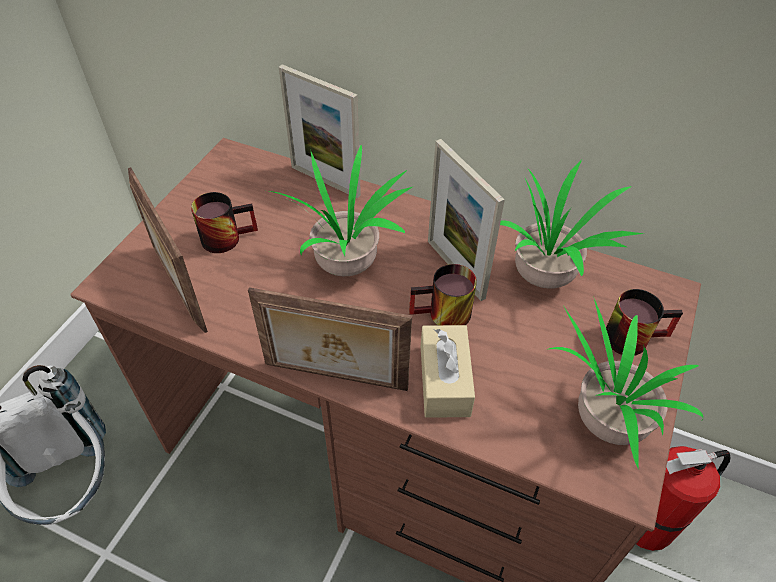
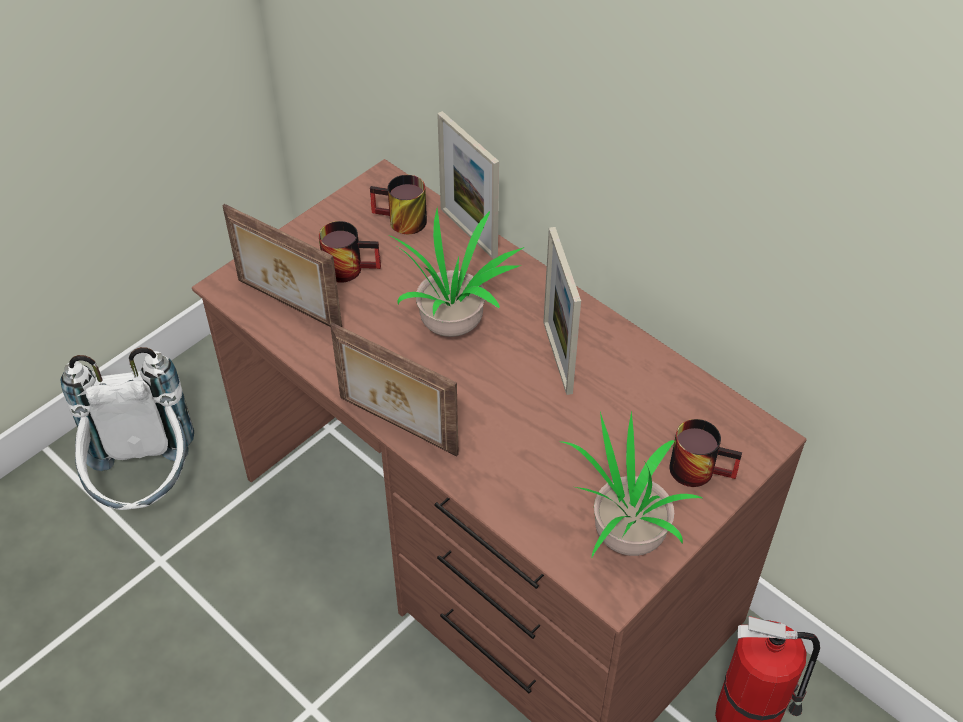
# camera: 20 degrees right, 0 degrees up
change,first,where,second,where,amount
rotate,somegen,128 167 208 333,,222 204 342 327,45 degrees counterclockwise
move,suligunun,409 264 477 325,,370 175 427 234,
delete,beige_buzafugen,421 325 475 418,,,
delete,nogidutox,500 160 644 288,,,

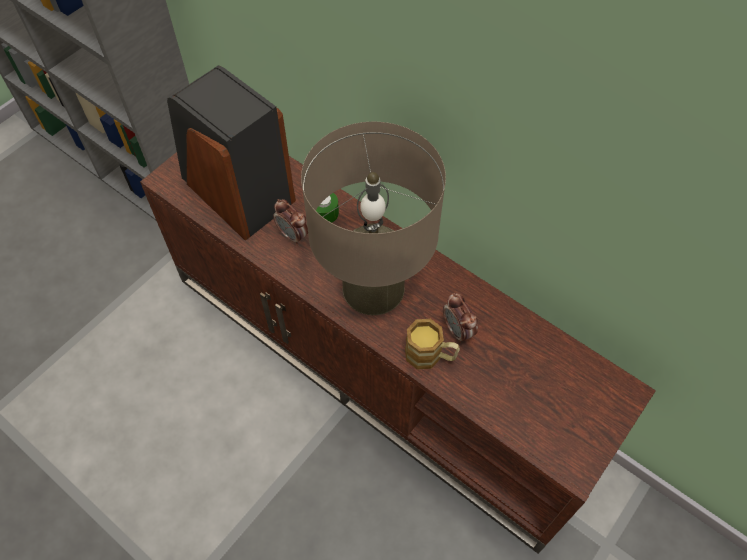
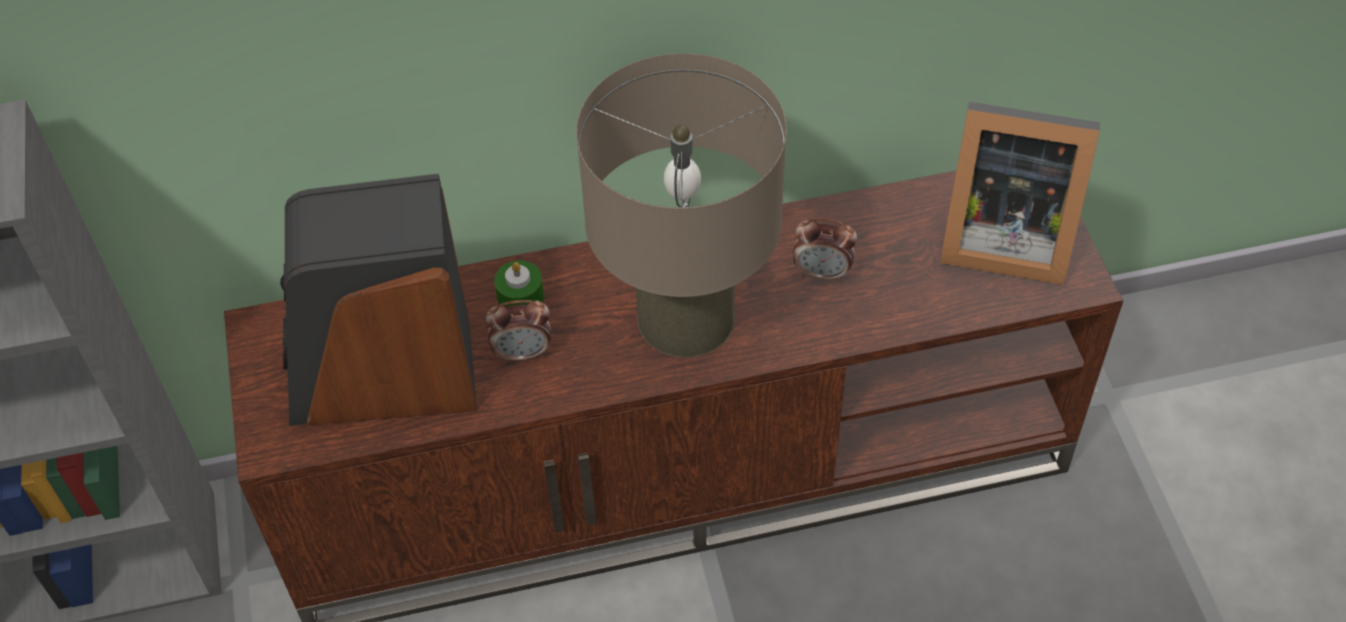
# camera: 50 degrees left, 5 degrees down
change,first,where,second,where,amount
insert,,,somegen,940 102 1100 285,
delete,suligunun,405 319 460 370,,,

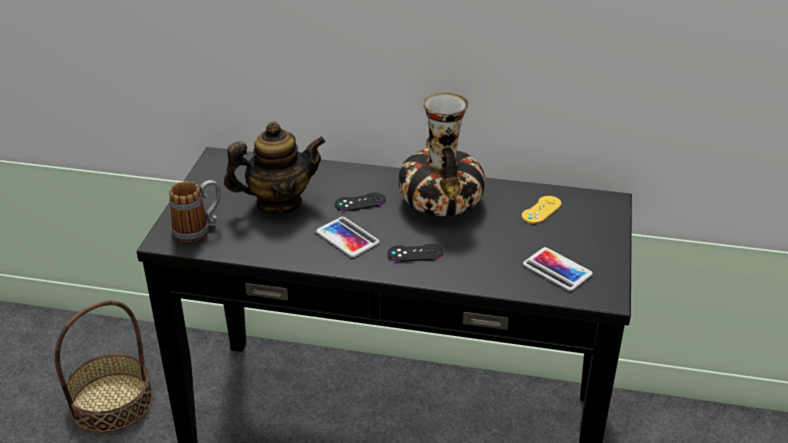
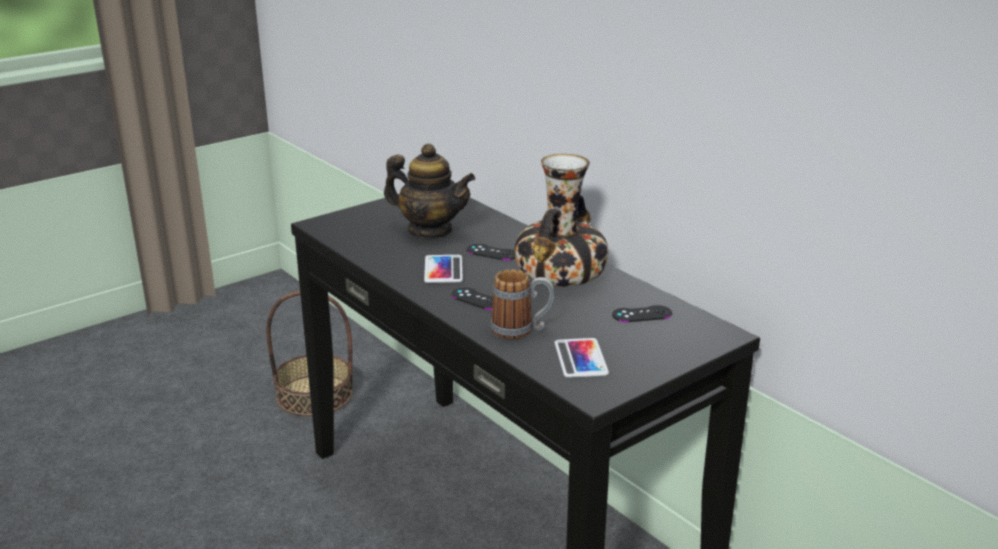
# camera: 40 degrees right, 10 degrees down
change,first,where,second,where,amount
move,suligunun,169 180 221 242,,491 269 554 339,
recolor,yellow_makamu,522 196 562 224,black_makamu,612 305 672 322,

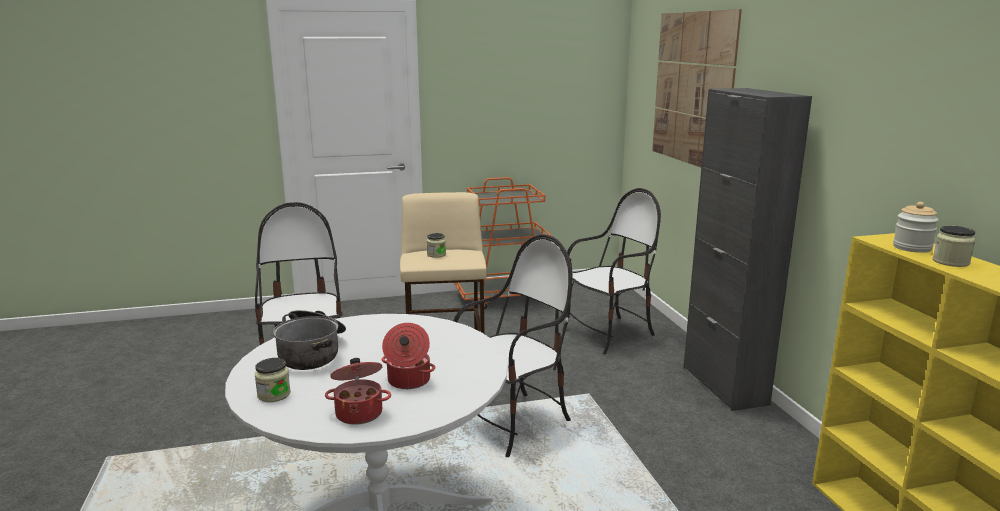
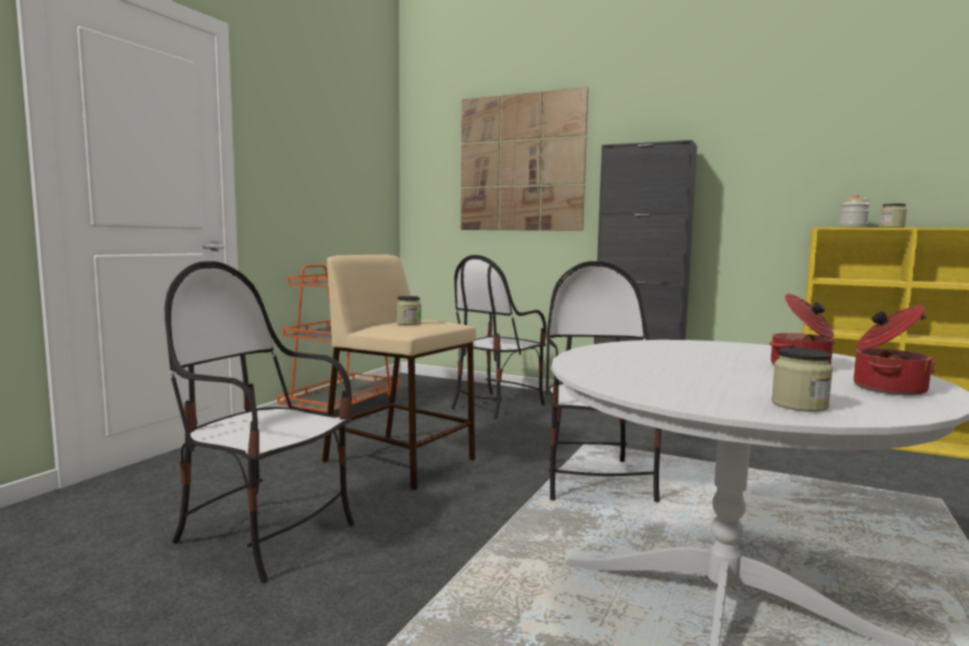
# camera: 50 degrees left, 10 degrees down
change,first,where,second,where,amount
rotate,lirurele,562 188 661 354,,451 255 547 419,150 degrees counterclockwise
delete,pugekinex,273 310 346 370,,,

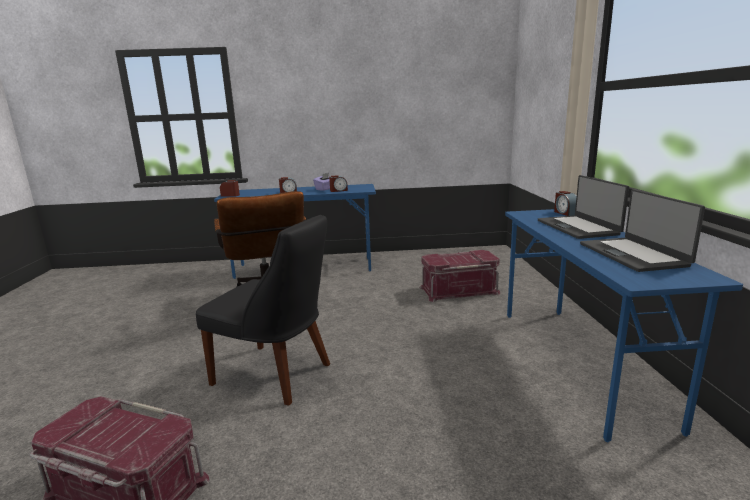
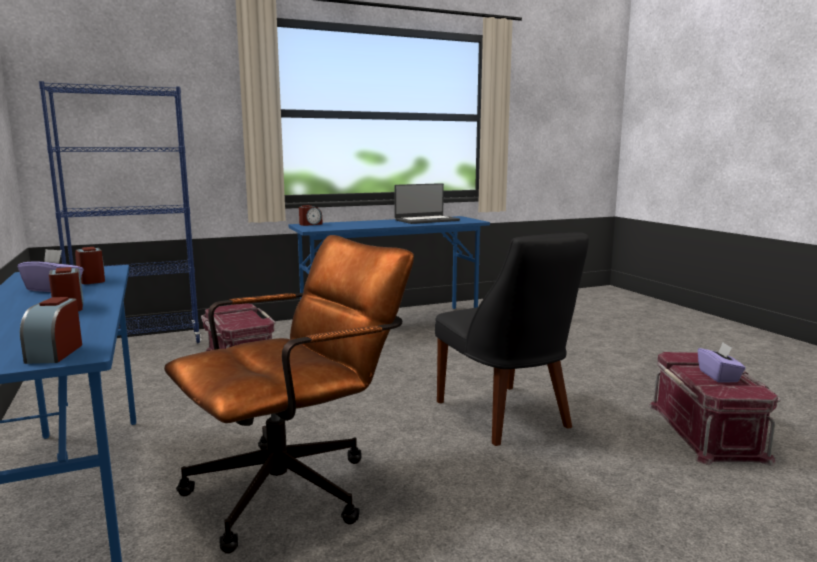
# camera: 110 degrees left, 5 degrees down
change,first,where,second,where,amount
insert,,,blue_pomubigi,39 81 201 343,
rotate,black_lirurele,196 215 330 406,,435 233 589 446,150 degrees clockwise
insert,,,purple_buzafugen,698 343 746 383,
delete,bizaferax,538 175 629 239,,,

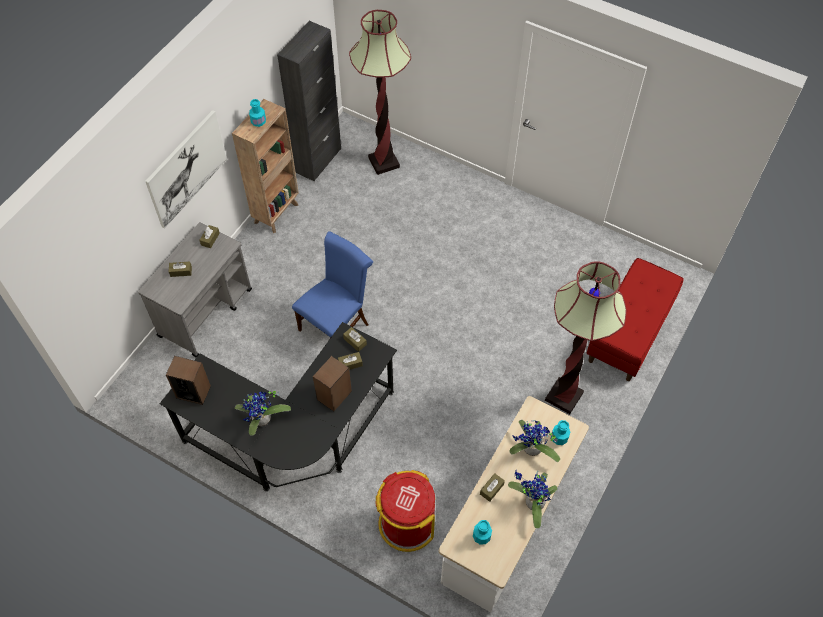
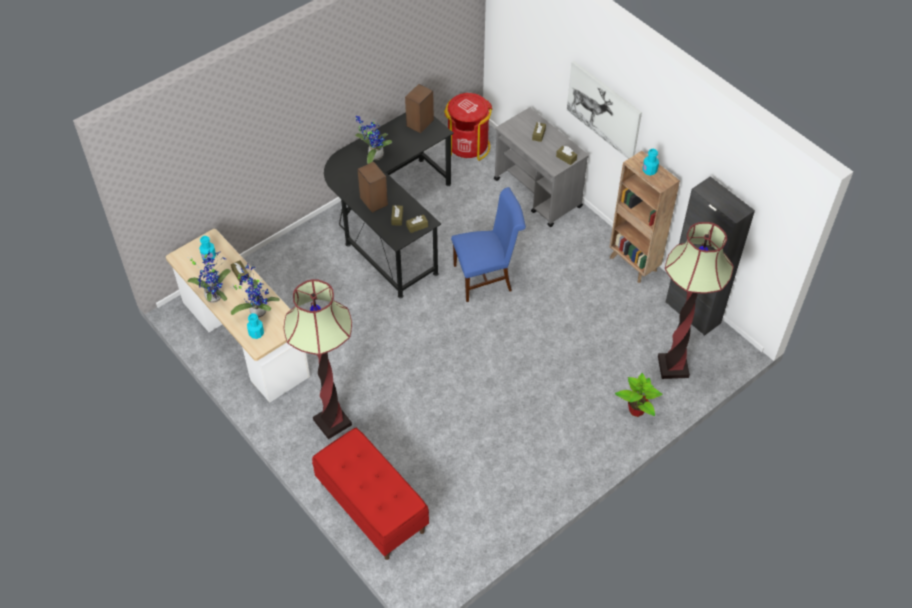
# camera: 110 degrees right, 5 degrees down
change,first,where,second,where,amount
move,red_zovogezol,375 470 435 552,,444 93 493 161,
rotate,blue_lirurele,292 231 373 338,,451 187 526 302,75 degrees counterclockwise
insert,,,nogidutox,615 373 663 417,

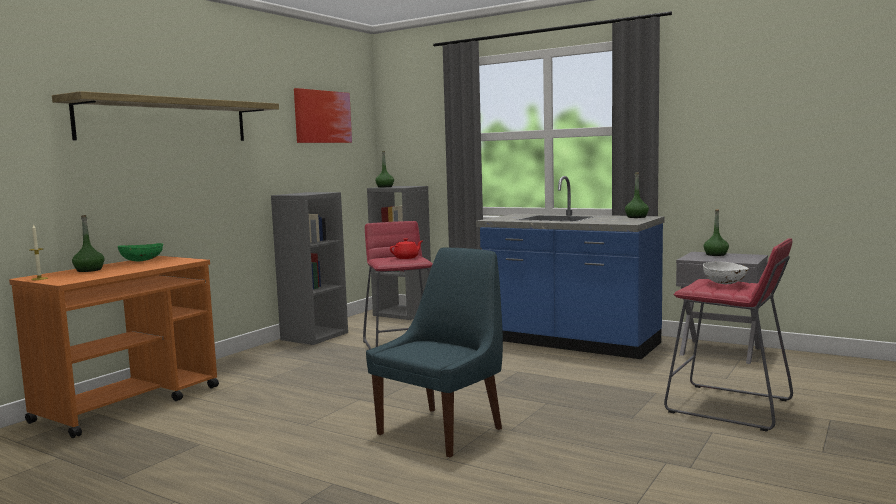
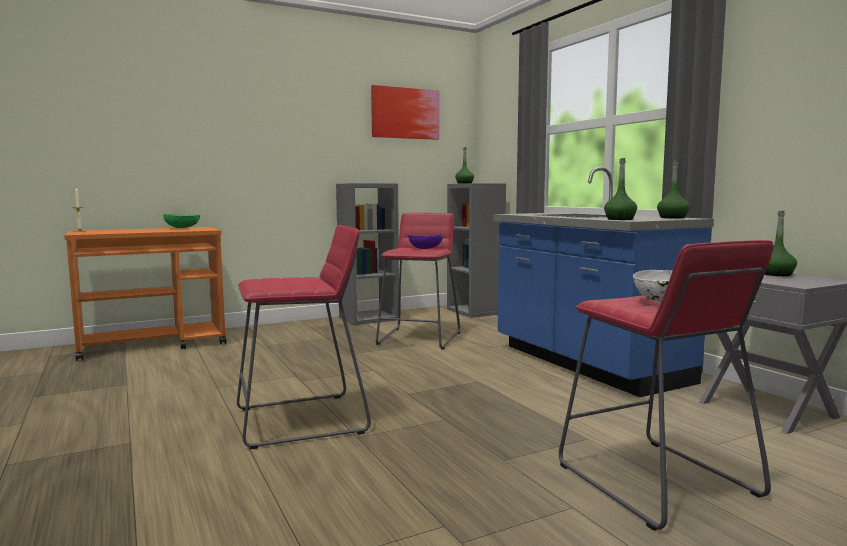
# camera: 30 degrees right, 0 degrees up
change,first,where,second,where,amount
replace,blue_lirurele,366 248 503 458,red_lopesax,237 225 371 449,
replace,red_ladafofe,390 238 422 259,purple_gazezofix,408 234 443 249,
move,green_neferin,72 215 105 272,,604 158 637 220,
delete,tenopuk,52 91 279 141,,,

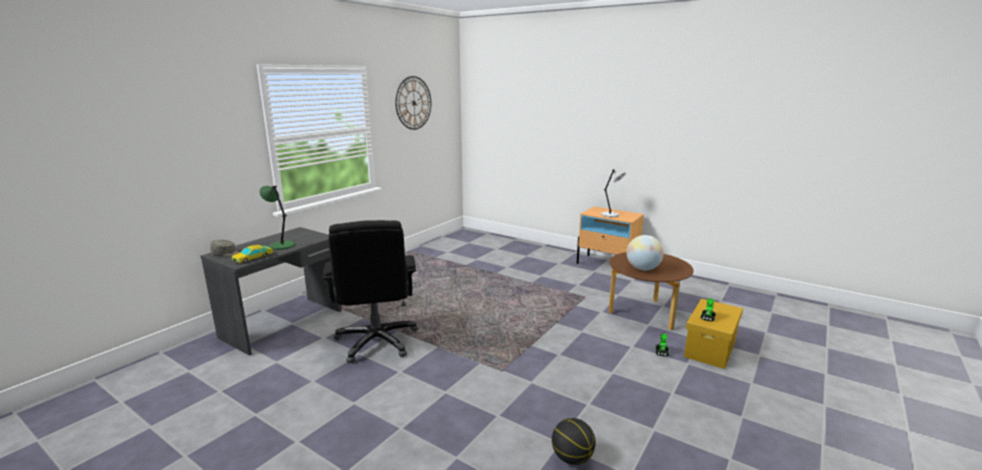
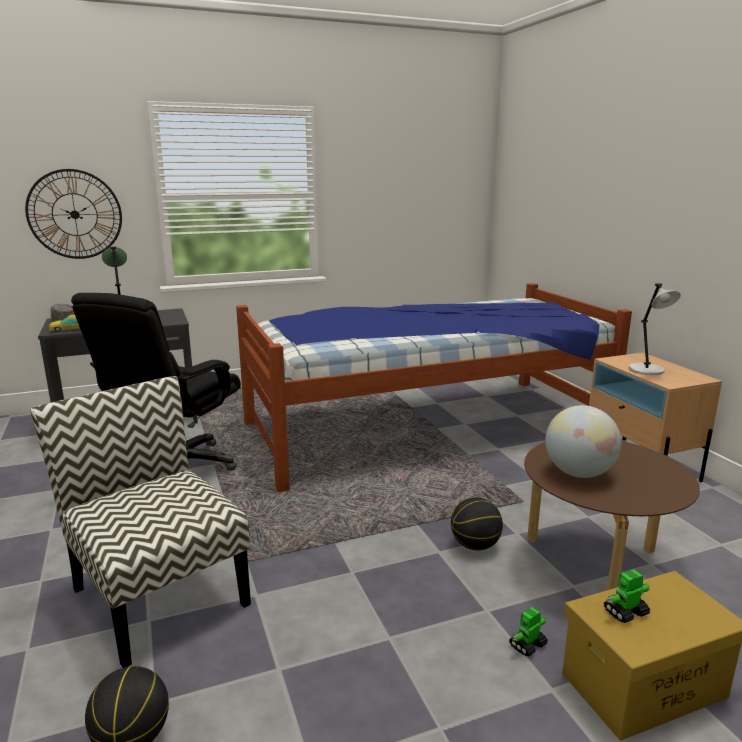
# camera: 35 degrees right, 0 degrees up
change,first,where,second,where,amount
move,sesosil,395 76 431 130,,25 169 122 259,
insert,,,lirurele,30 376 251 668,
insert,,,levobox,236 283 632 492,
insert,,,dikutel,451 498 503 550,

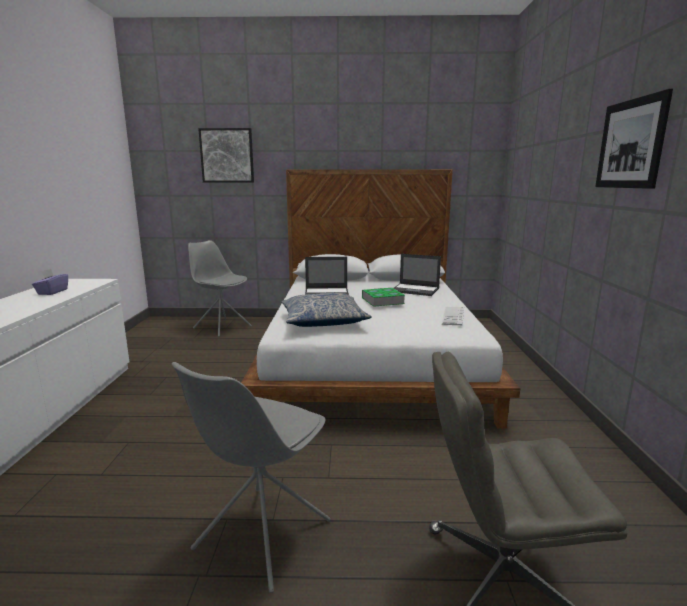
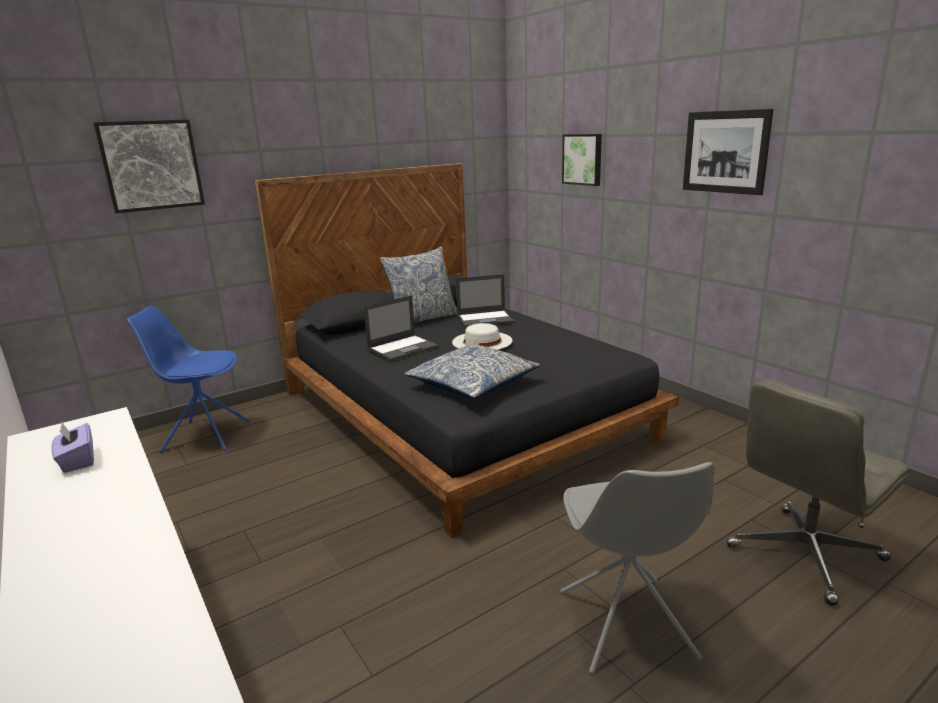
# camera: 35 degrees left, 5 degrees up
change,first,where,second,where,amount
recolor,grey_lirurele,188 240 252 337,blue_lirurele,127 306 250 452,
recolor,white_levobox,241 169 520 429,black_levobox,255 163 679 538,
insert,,,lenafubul,380 247 458 324,
replace,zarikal,362 288 405 307,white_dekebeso,452 323 513 350,
insert,,,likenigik,562 134 602 186,
delete,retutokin,442 307 464 325,,,

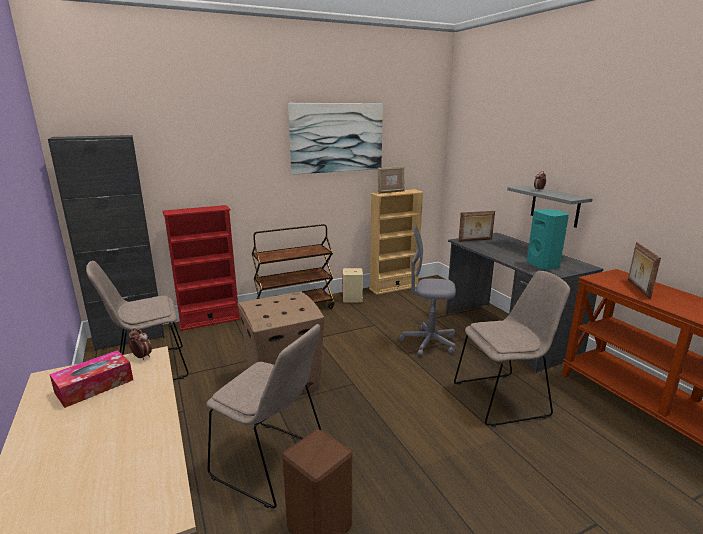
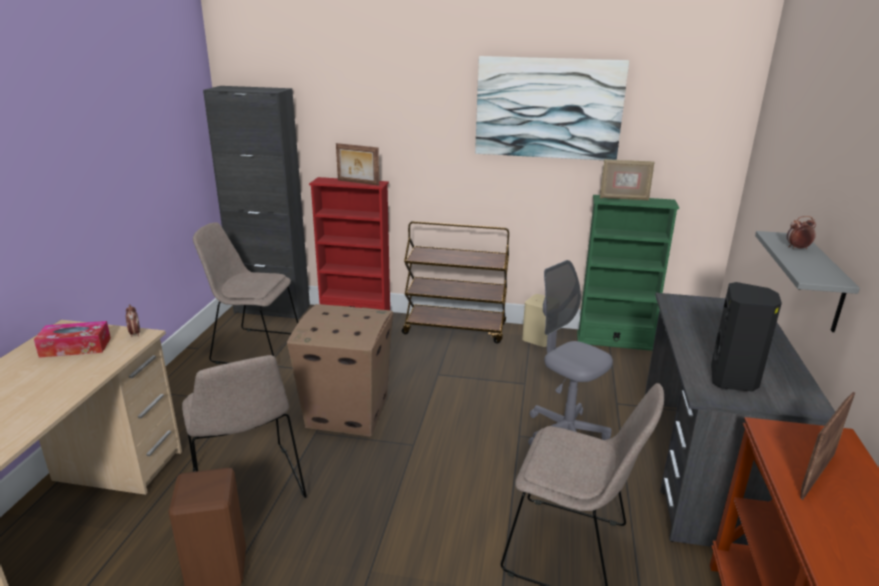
# camera: 35 degrees right, 5 degrees up
change,first,where,second,where,amount
move,somegen,458 211 495 242,,336 143 379 186,
recolor,beige_pomubigi,369 189 424 295,green_pomubigi,577 195 679 351,
recolor,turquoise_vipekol,527 209 569 270,black_vipekol,711 282 782 392,

